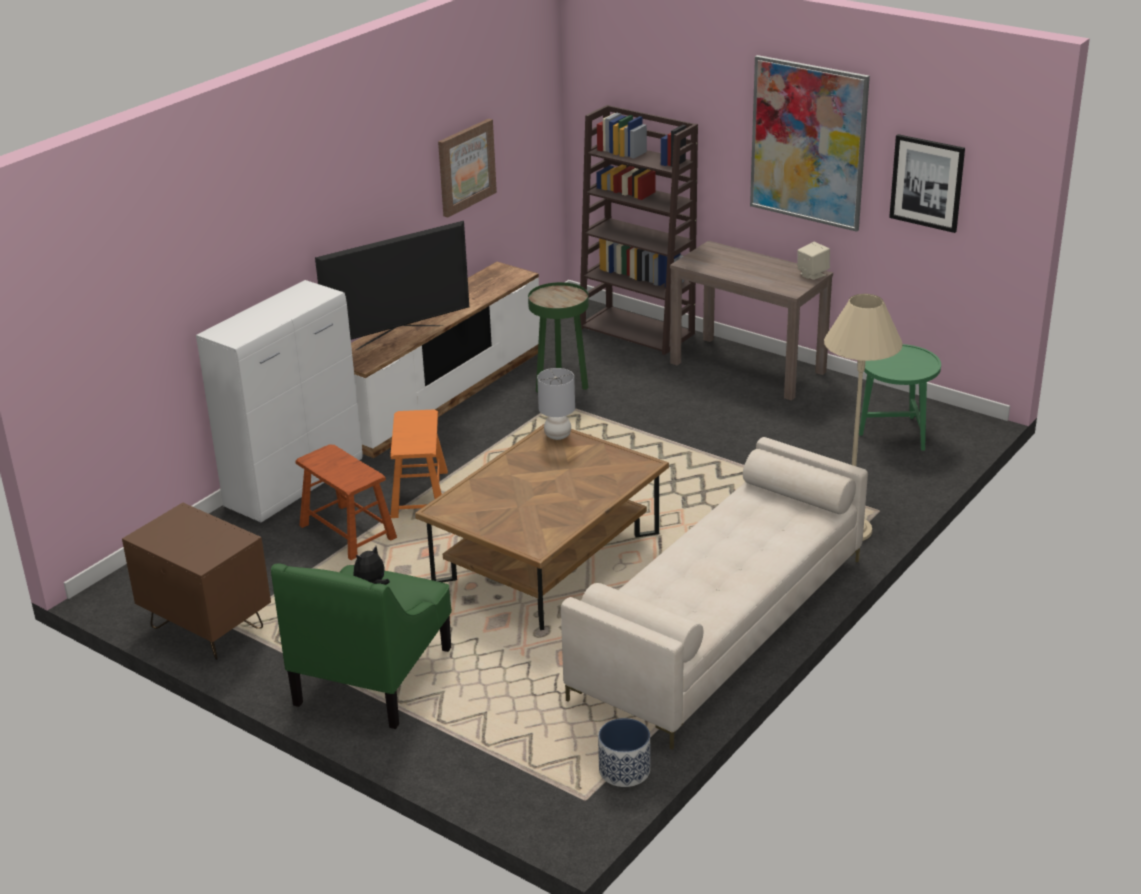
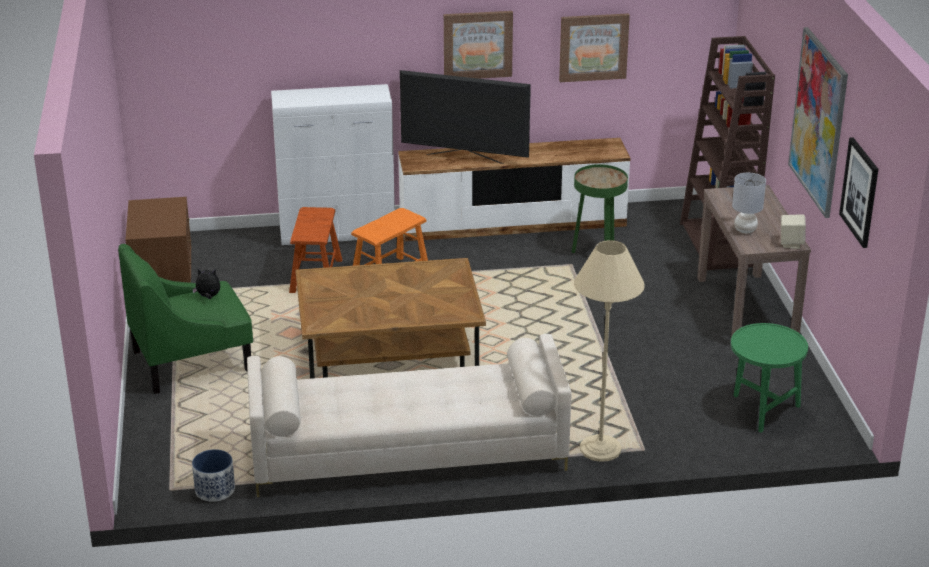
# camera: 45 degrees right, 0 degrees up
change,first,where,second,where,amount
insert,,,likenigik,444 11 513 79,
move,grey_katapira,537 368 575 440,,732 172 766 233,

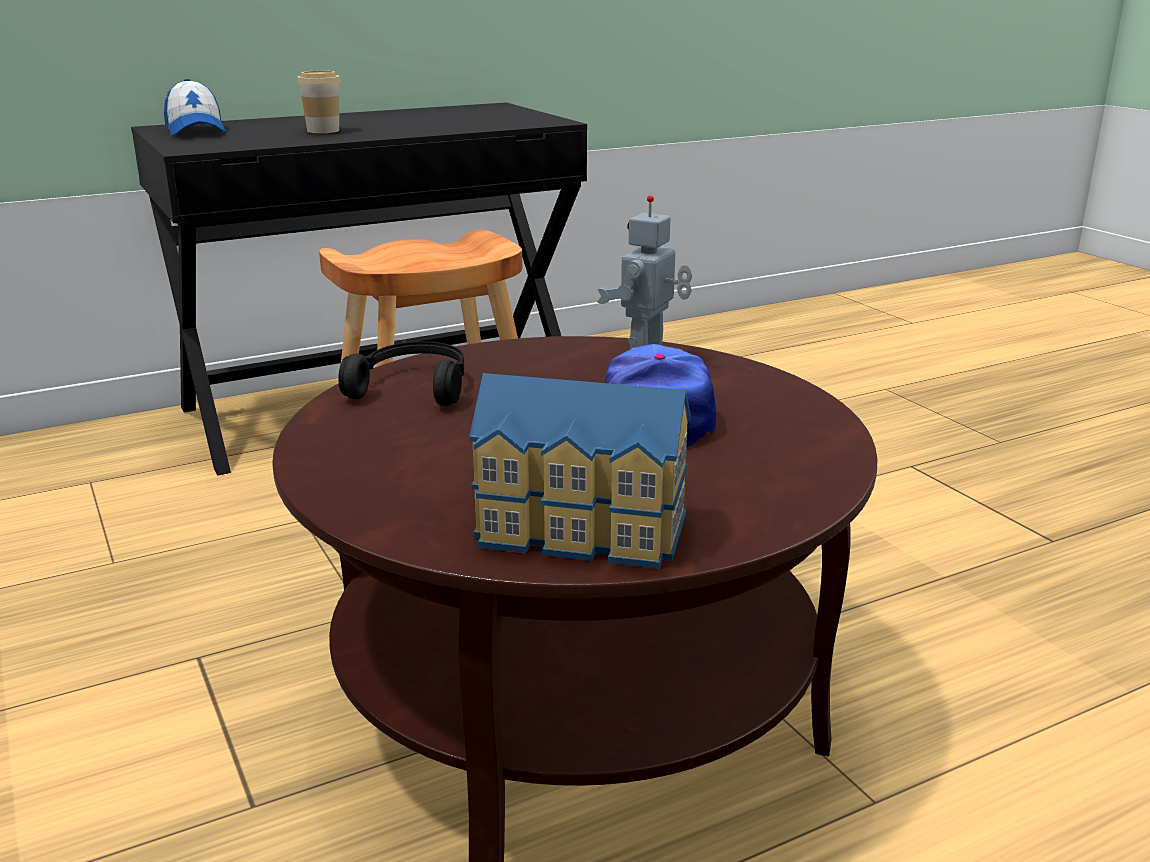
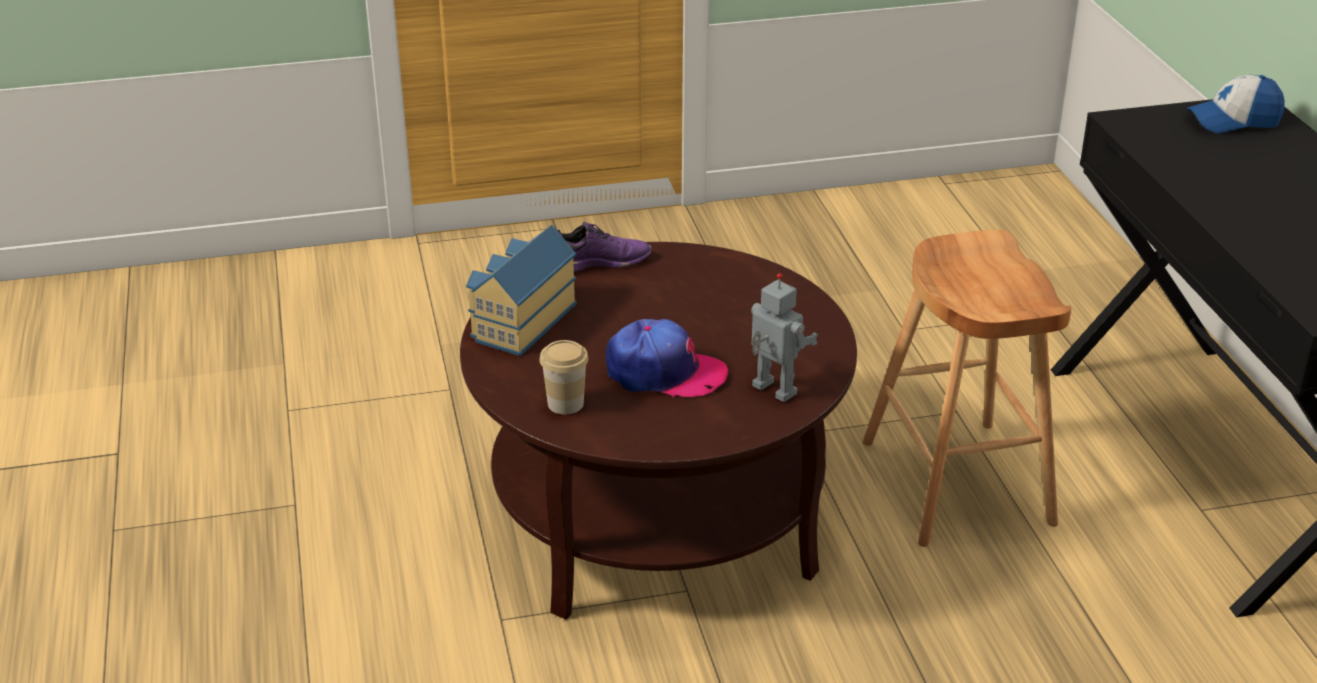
# camera: 105 degrees right, 10 degrees up
change,first,where,second,where,amount
move,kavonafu,297 70 341 133,,539 340 589 414,
insert,,,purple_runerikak,557 222 652 272,
delete,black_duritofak,338 341 464 406,,,

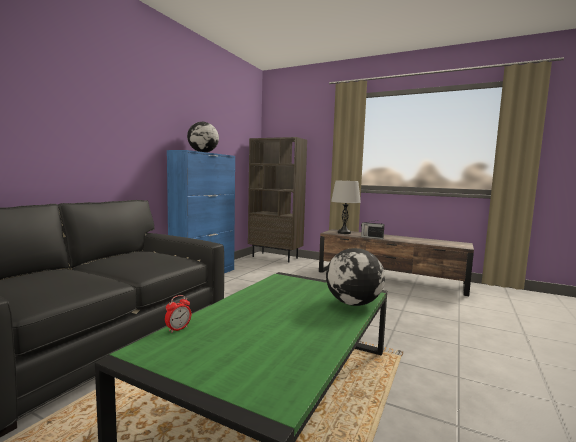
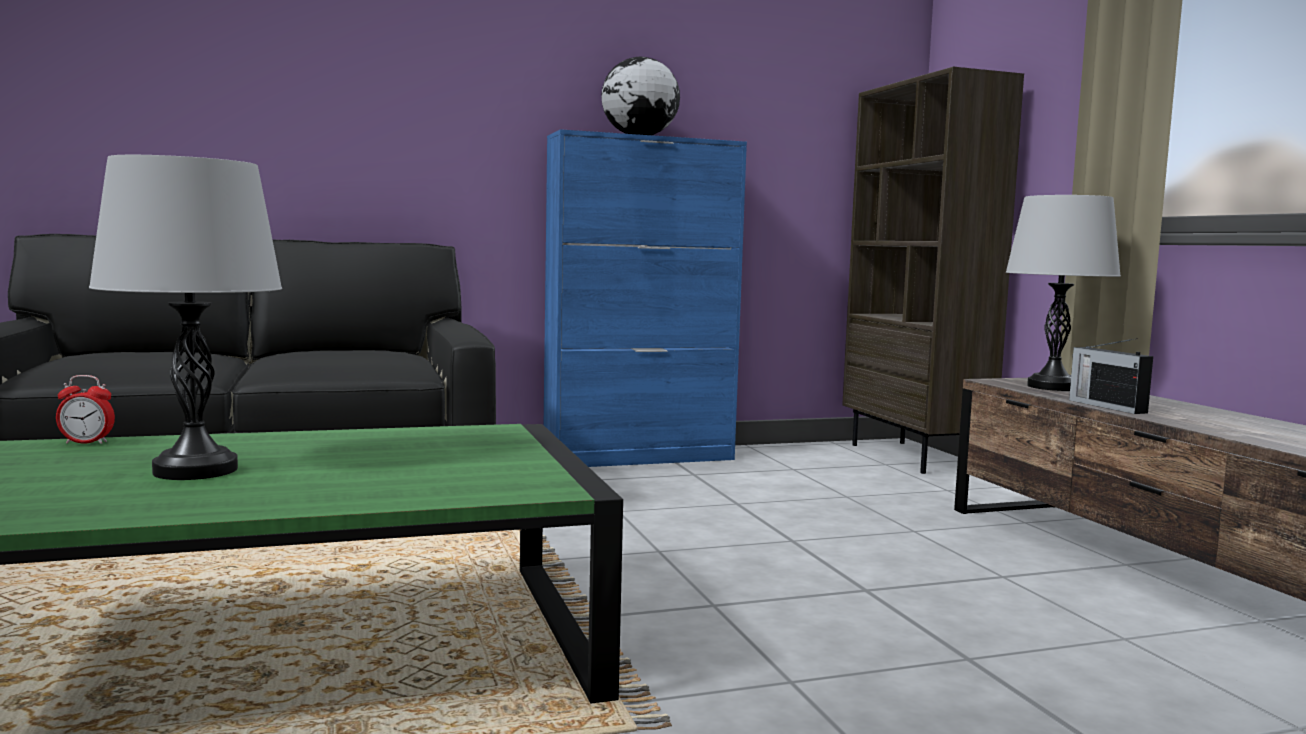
# camera: 45 degrees right, 0 degrees up
change,first,where,second,where,amount
insert,,,grey_katapira,89 155 282 480,
delete,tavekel,326 248 385 306,,,

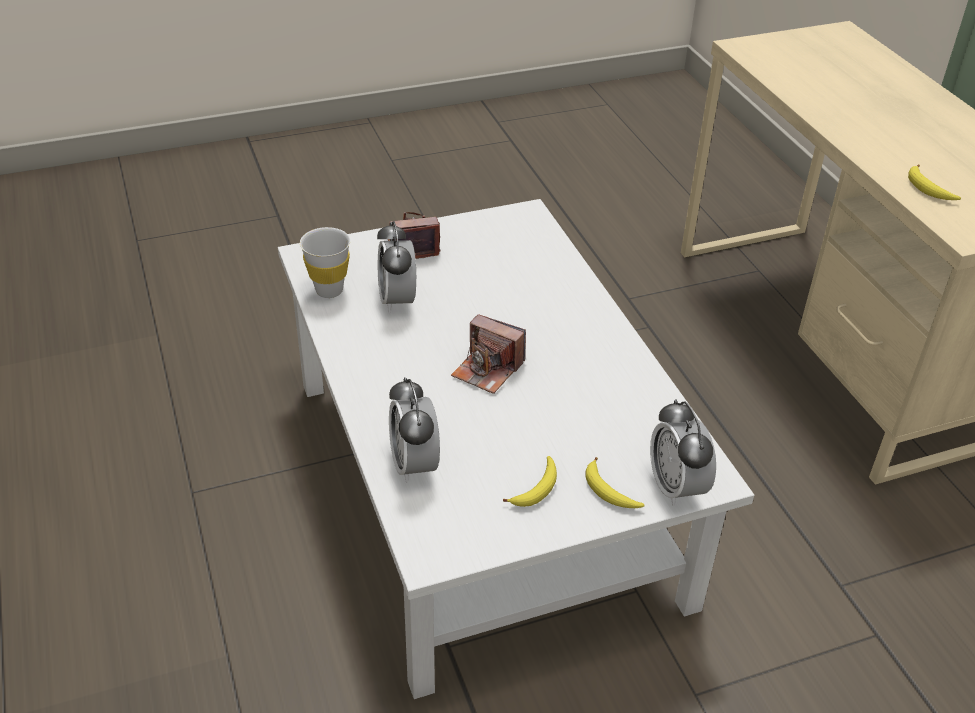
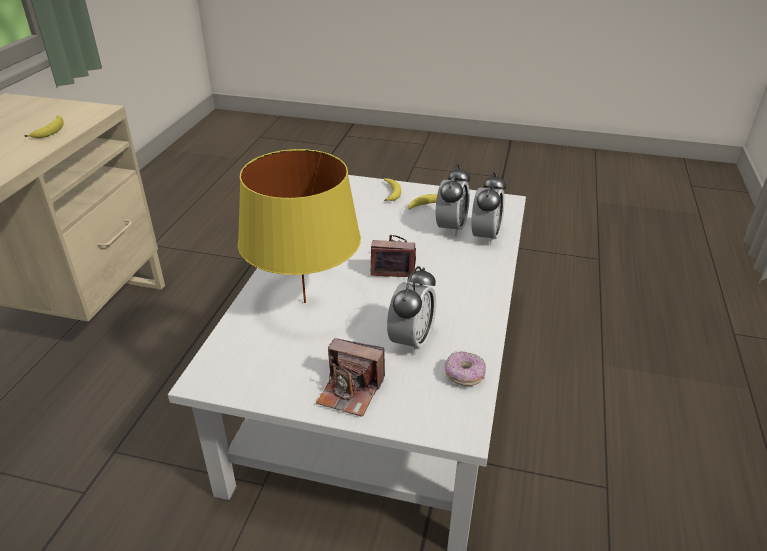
# camera: 145 degrees left, 5 degrees down
change,first,where,second,where,amount
insert,,,yellow_katapira,238 149 361 303,
rotate,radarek,451 314 526 394,,371 235 416 277,60 degrees counterclockwise
move,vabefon,650 399 716 506,,436 164 470 236,
replace,white_kavonafu,300 227 350 298,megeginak,445 351 486 386,

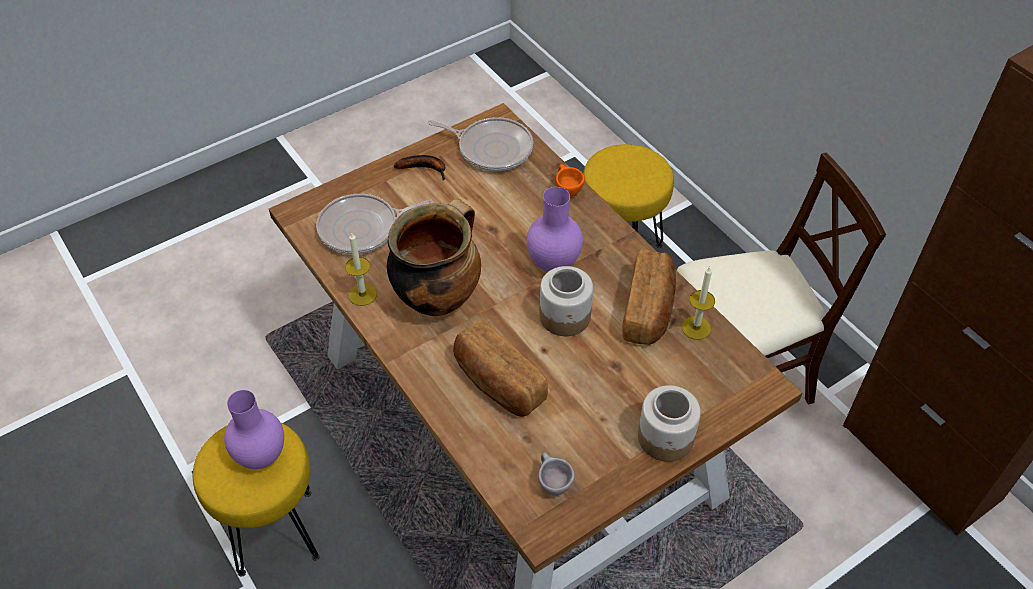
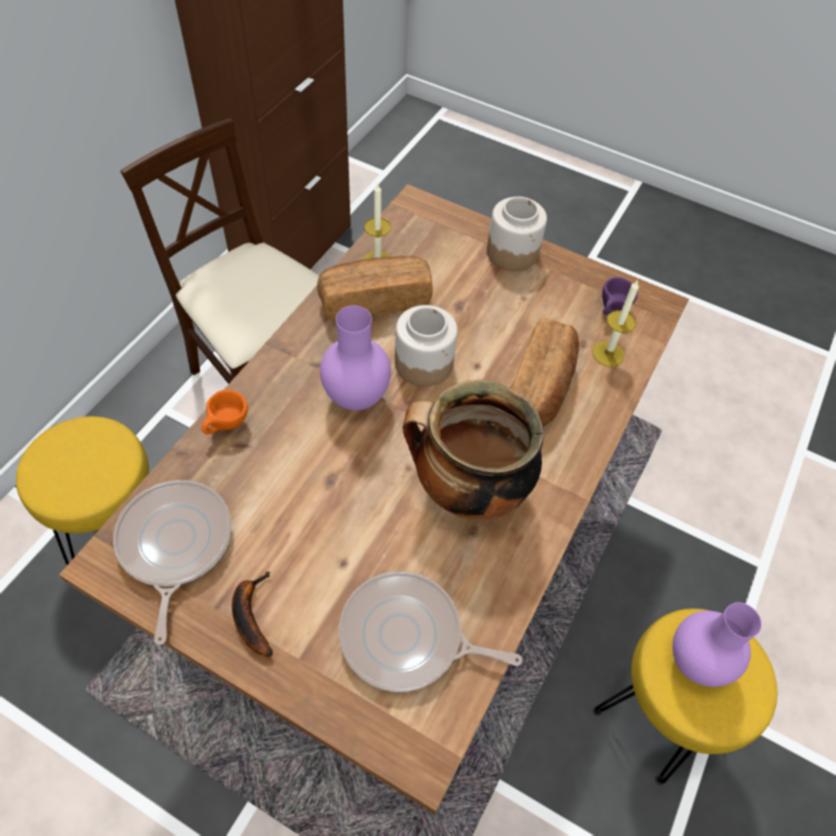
# camera: 120 degrees left, 5 degrees up
change,first,where,second,where,amount
rotate,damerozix,316 194 434 254,,339 571 522 692,150 degrees clockwise
move,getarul,345 232 377 306,,592 280 639 367,
recolor,beige_kavonafu,538 452 575 495,purple_kavonafu,602 277 638 315,

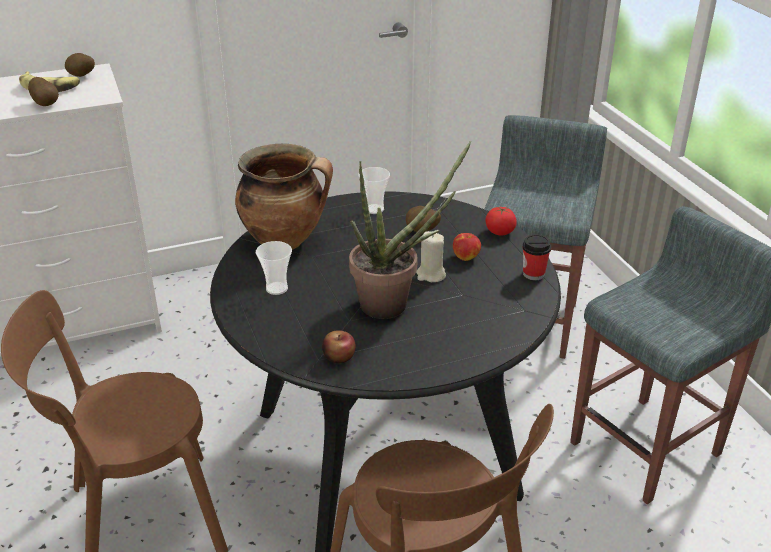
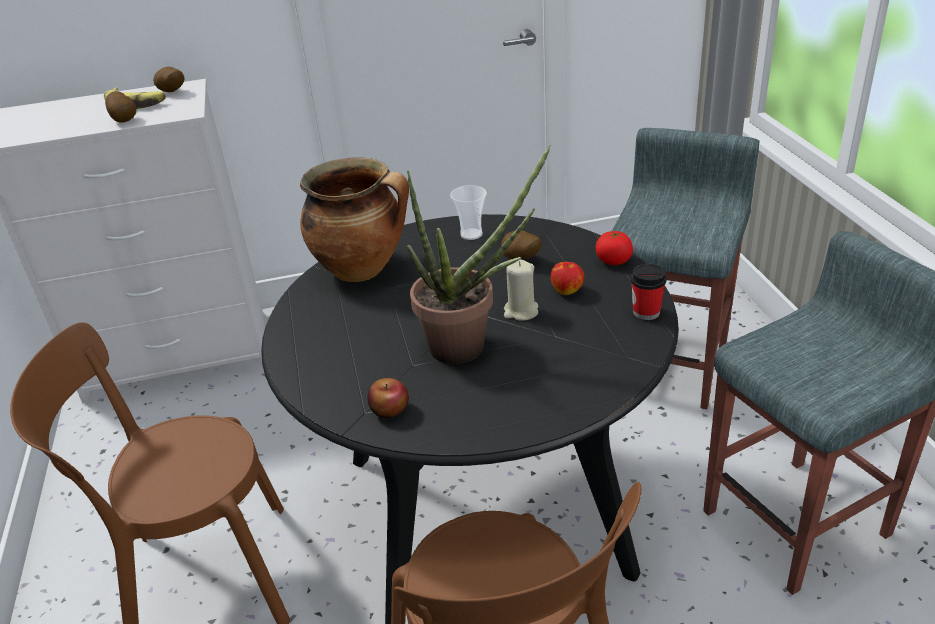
# camera: 10 degrees right, 0 degrees up
change,first,where,second,where,amount
delete,kavonafu,256 241 292 295,,,

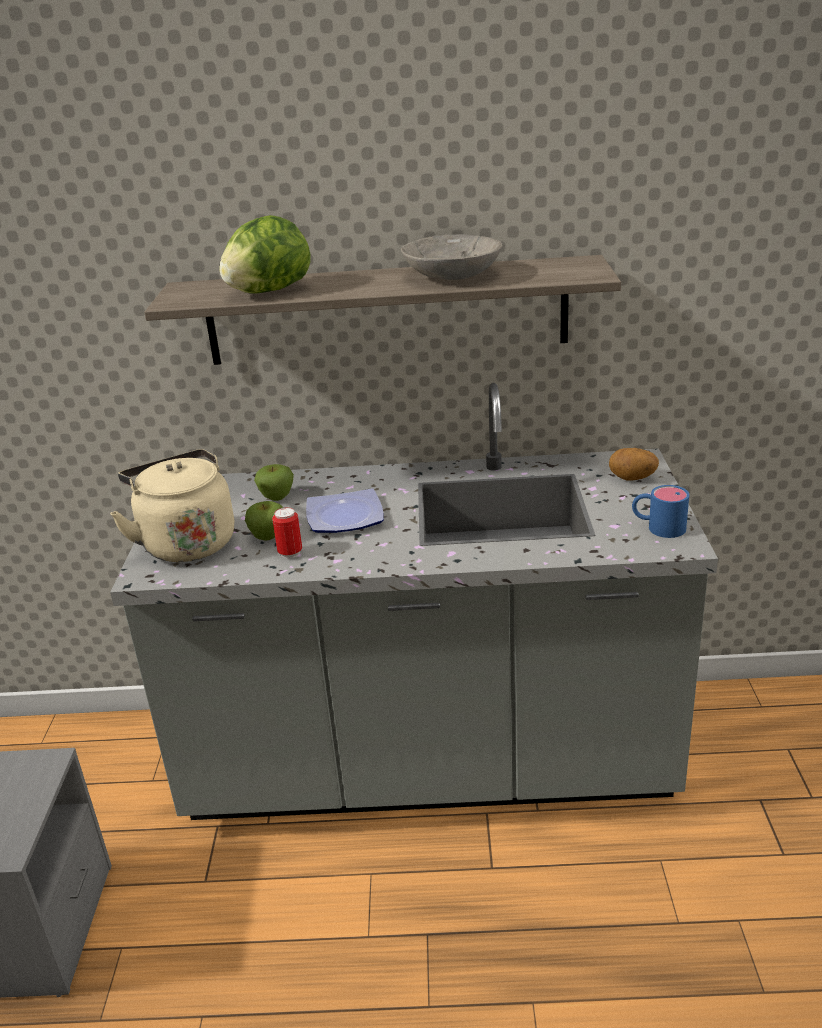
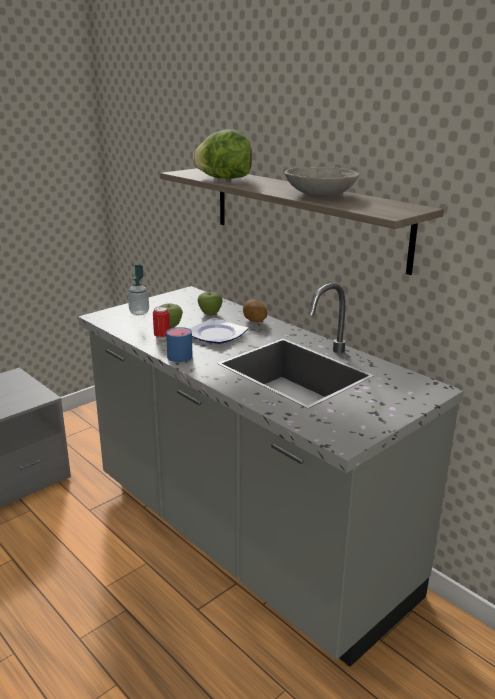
# camera: 45 degrees right, 5 degrees down
change,first,where,second,where,amount
replace,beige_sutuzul,110 449 234 562,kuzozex,128 264 149 315,
move,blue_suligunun,632 485 689 538,,166 327 193 362,
move,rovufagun,609 448 659 481,,243 299 267 322,

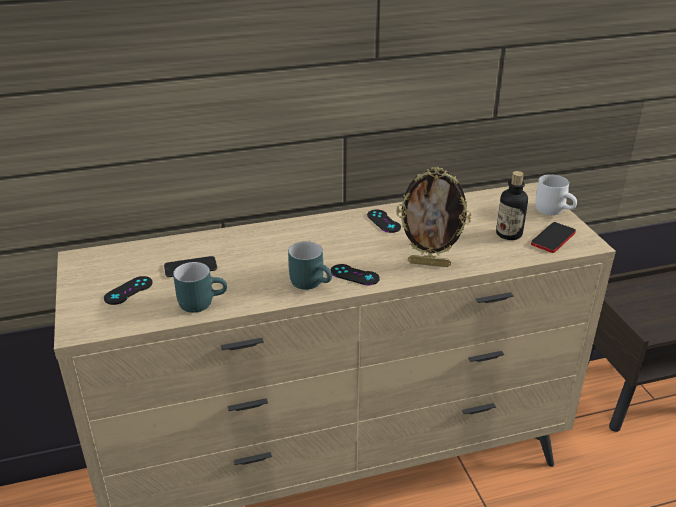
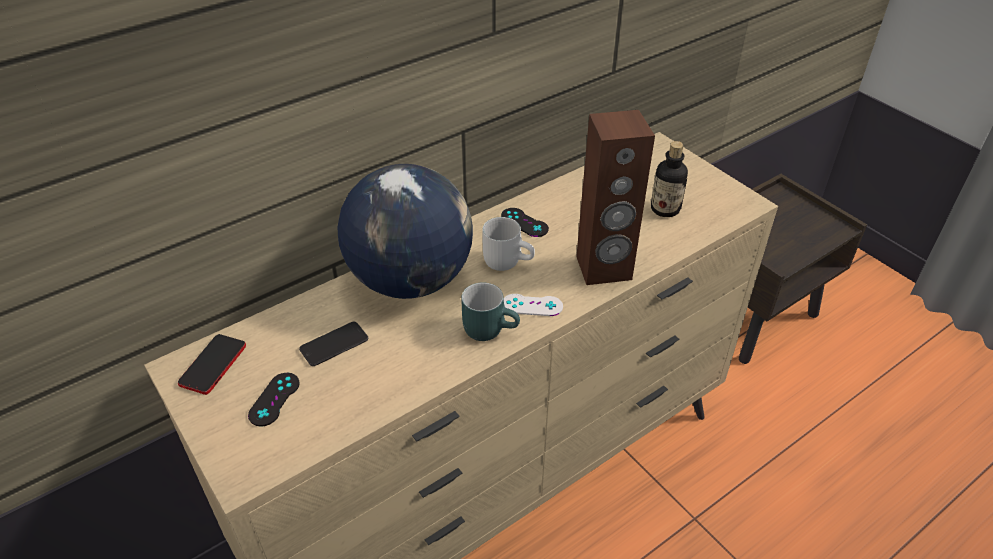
# camera: 20 degrees left, 10 degrees up
change,first,where,second,where,amount
move,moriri,531 222 576 253,,178 334 246 395,
insert,,,tavekel,337 164 473 299,
move,white_suligunun,535 174 577 215,,482 217 535 271,
recolor,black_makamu,331 264 380 285,white_makamu,504 294 563 316,
replace,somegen,396 167 471 267,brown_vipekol,576 110 655 285,
delete,turquoise_suligunun,173 262 227 313,,,

